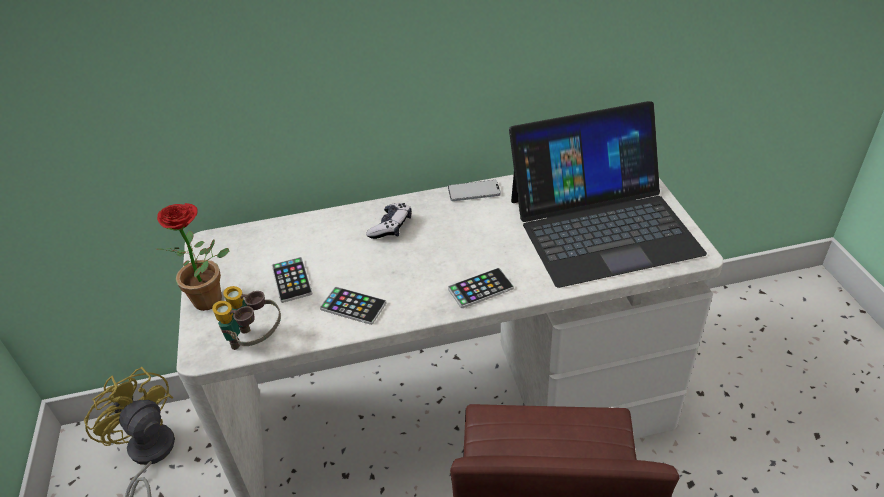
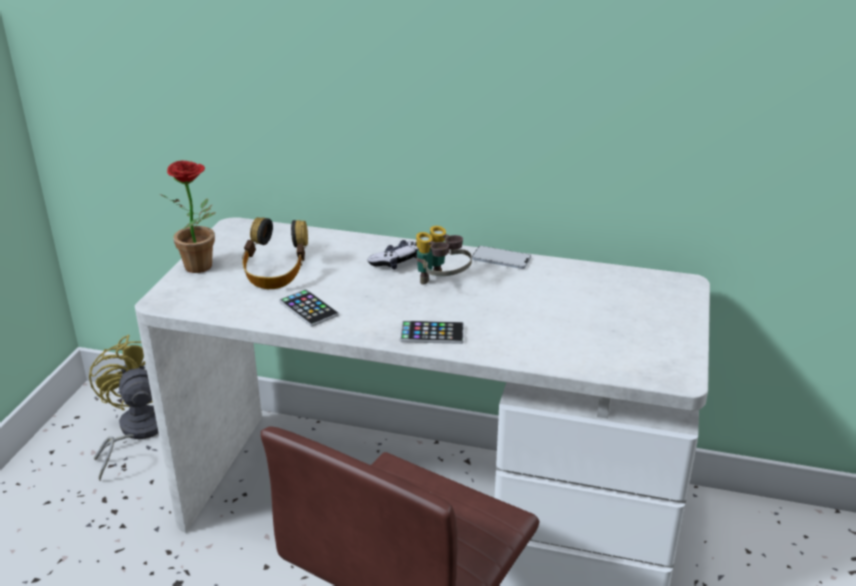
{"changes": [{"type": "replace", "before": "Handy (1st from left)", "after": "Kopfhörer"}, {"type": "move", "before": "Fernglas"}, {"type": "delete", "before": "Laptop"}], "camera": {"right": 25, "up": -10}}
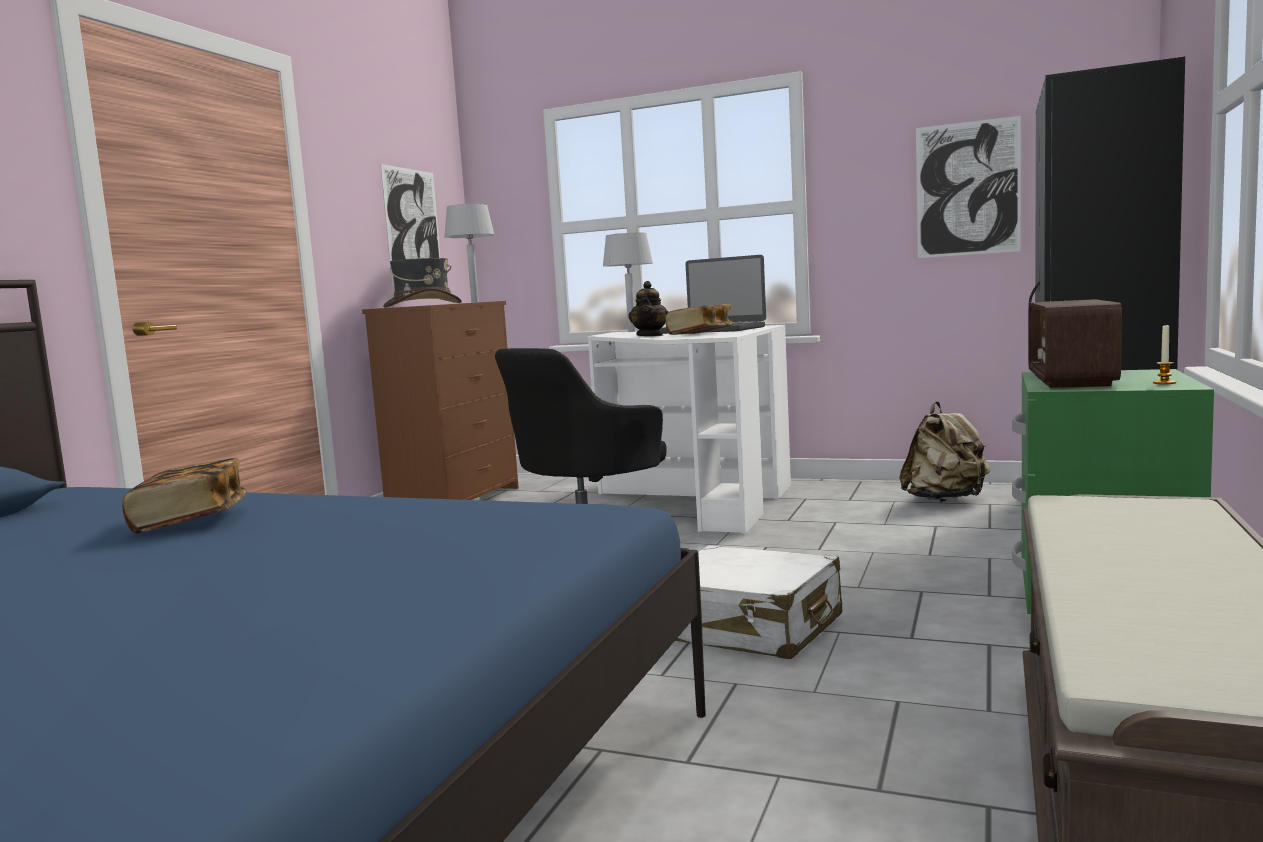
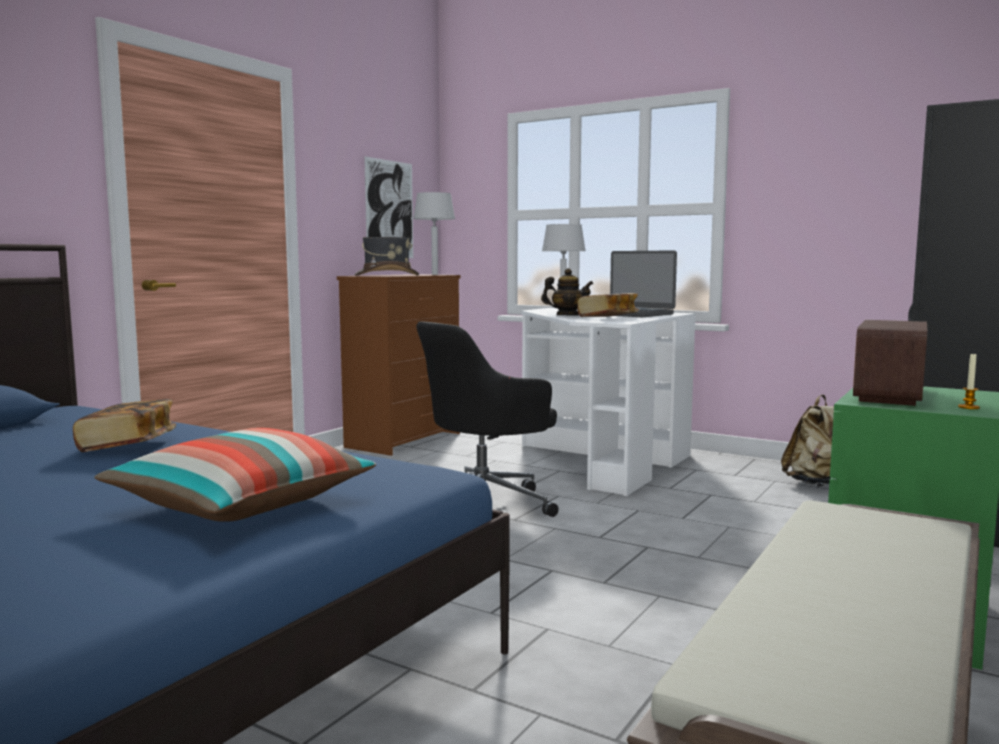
{"changes": [{"type": "insert", "after": "Kissen"}, {"type": "rotate", "before": "Teekanne", "turn": -105}, {"type": "delete", "before": "Koffer/weiß"}, {"type": "delete", "before": "Bild (2nd from left)"}], "camera": {"right": 10, "up": 0}}
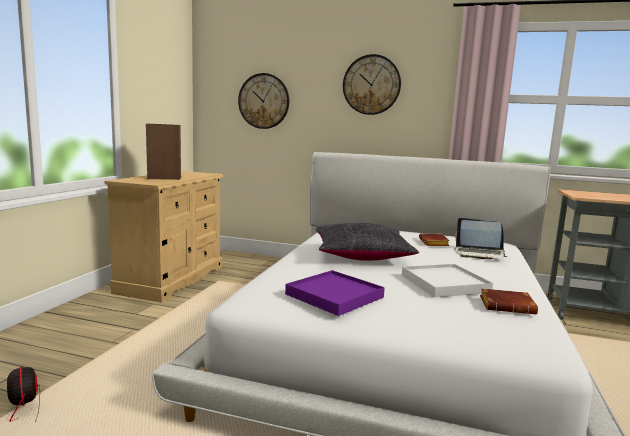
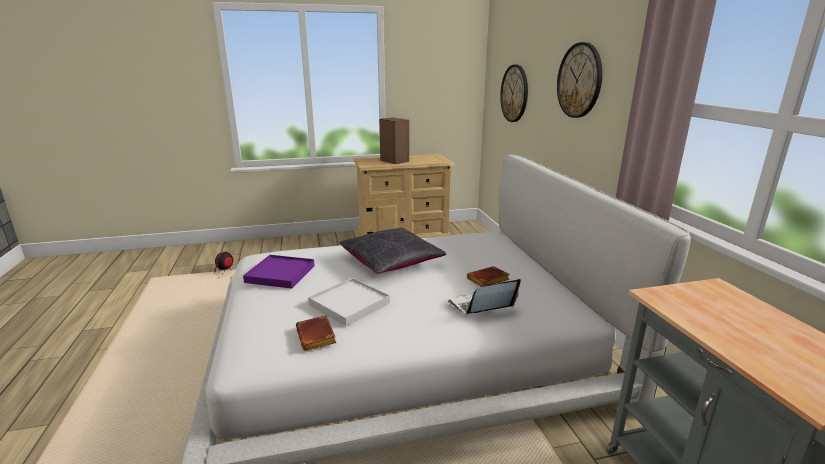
{"changes": [{"type": "rotate", "before": "Laptop", "turn": 75}], "camera": {"right": 60, "up": 10}}
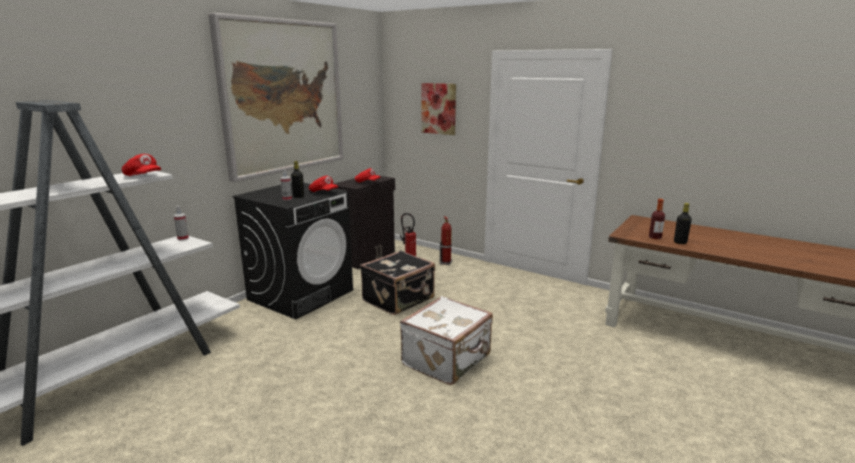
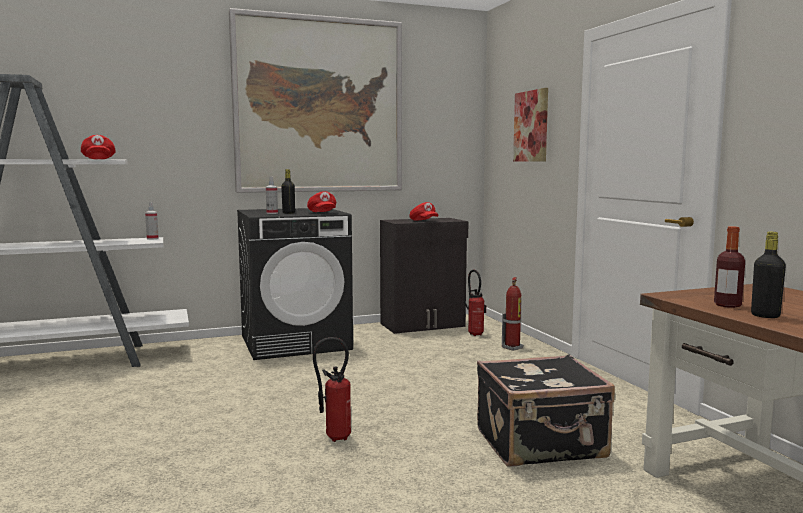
{"changes": [{"type": "replace", "before": "Koffer/weiß", "after": "Feuerlöscher (1st from left)"}, {"type": "move", "before": "Koffer/schwarz"}], "camera": {"right": 35, "up": -10}}
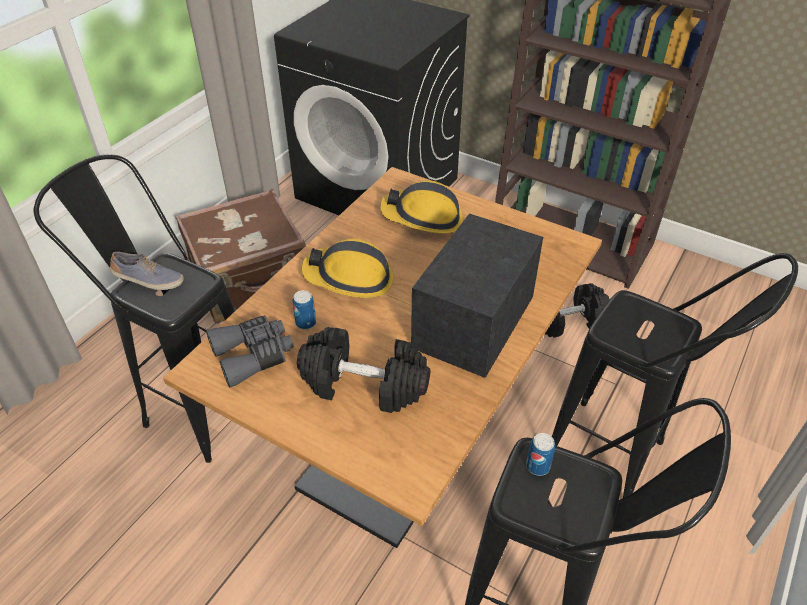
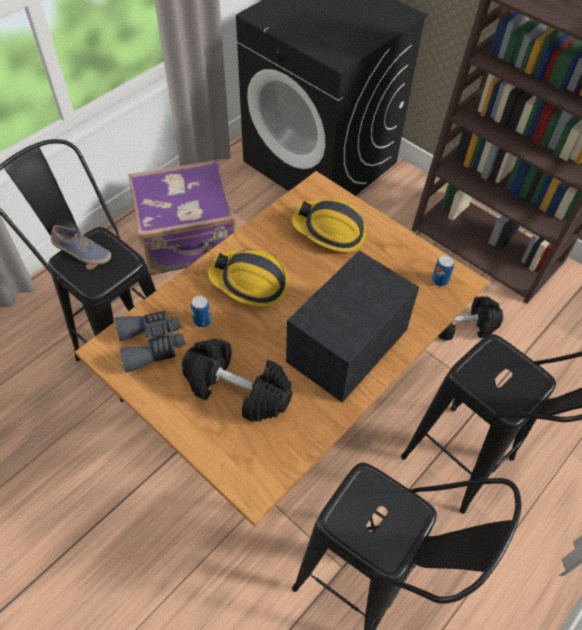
{"changes": [{"type": "recolor", "before": "Koffer/braun", "after": "Koffer/lila"}, {"type": "move", "before": "Dose (2nd from left)"}], "camera": {"right": 10, "up": 10}}
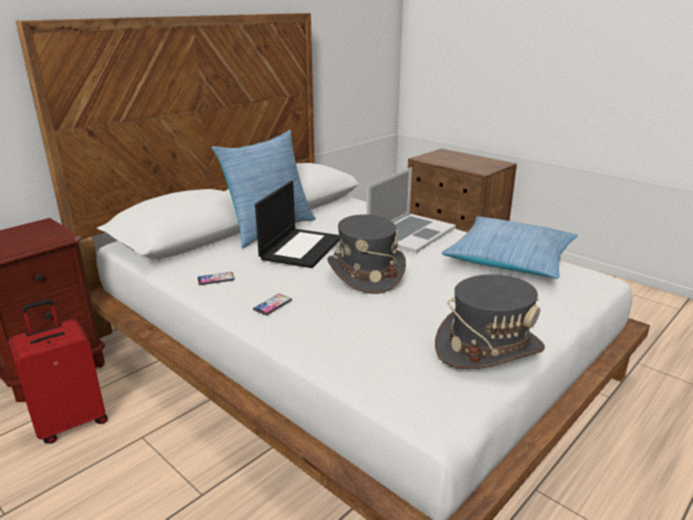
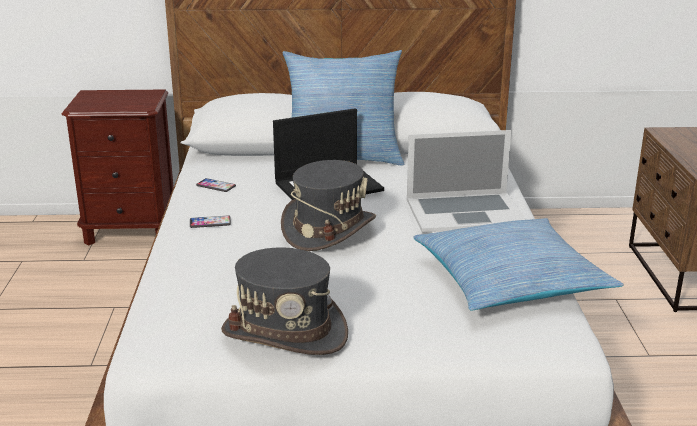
{"changes": [{"type": "delete", "before": "Koffer/rot"}], "camera": {"right": 45, "up": 0}}
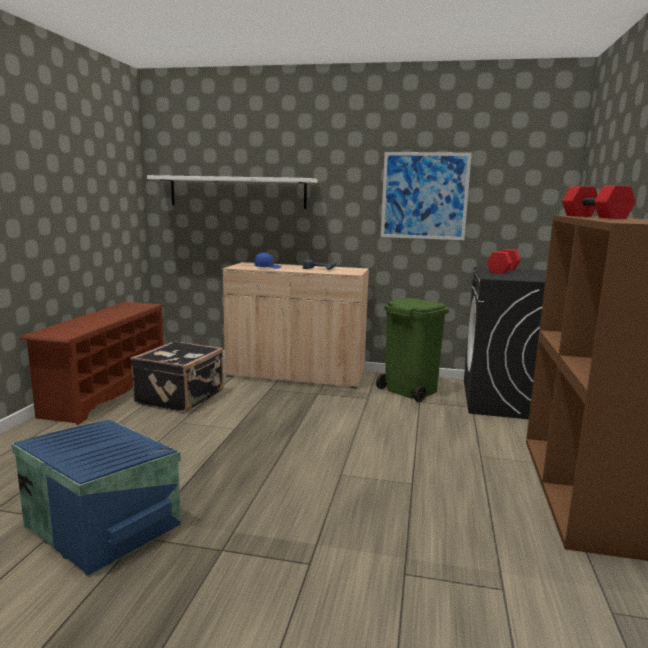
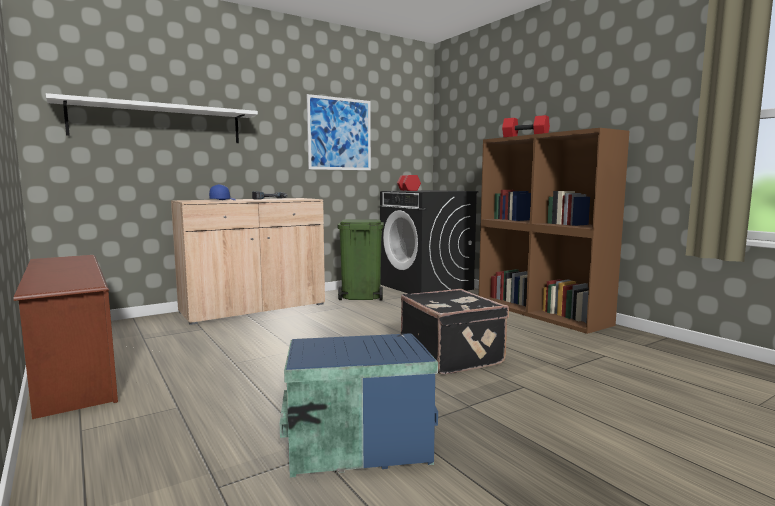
{"changes": [{"type": "move", "before": "Koffer/schwarz"}], "camera": {"right": -45, "up": -5}}
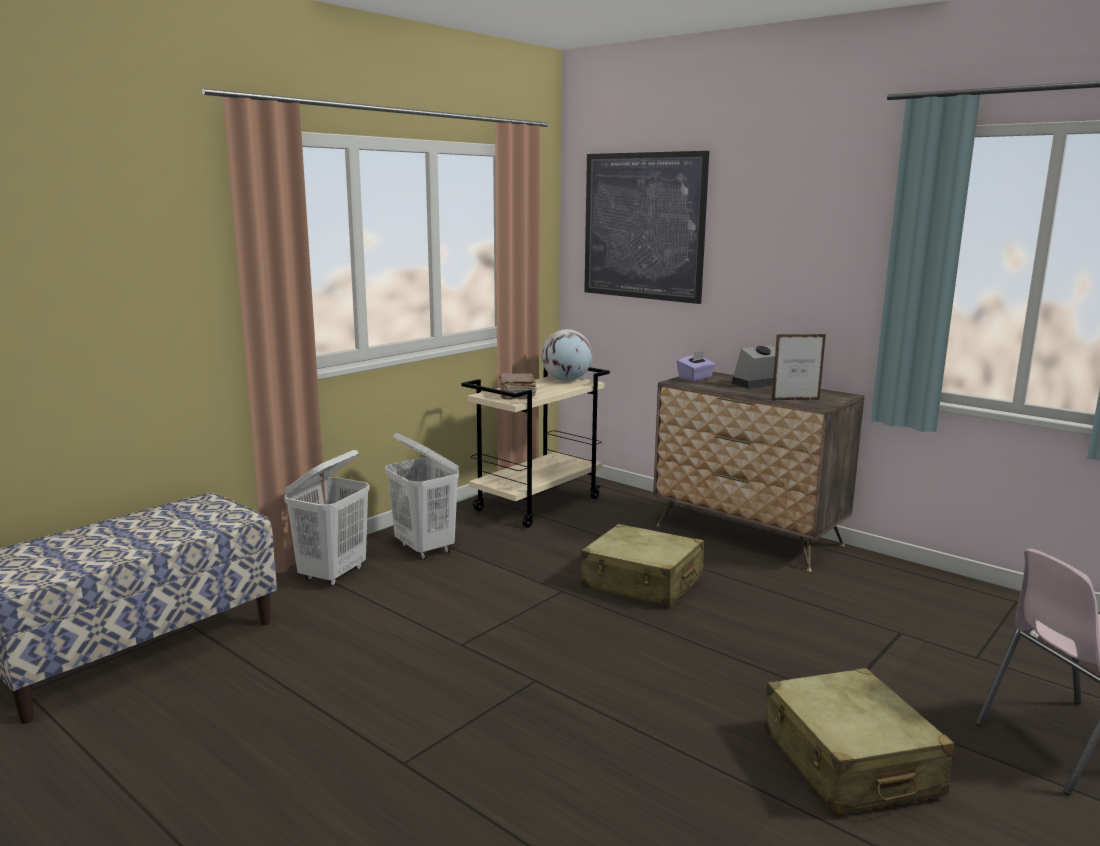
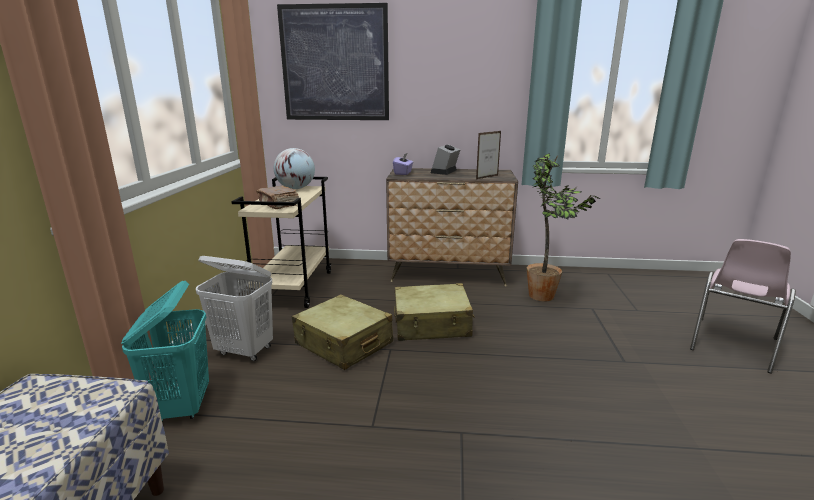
{"changes": [{"type": "recolor", "before": "Wäschekorb/weiß (1st from left)", "after": "Wäschekorb/türkis"}, {"type": "move", "before": "Koffer/beige (2nd from left in the first image)", "after": "Koffer/beige (1st from left)"}, {"type": "insert", "after": "Topfpflanze"}], "camera": {"right": -35, "up": 5}}
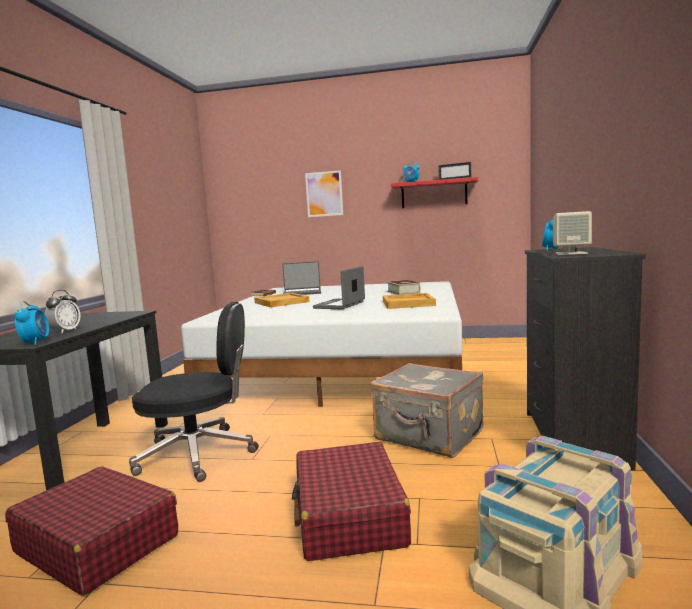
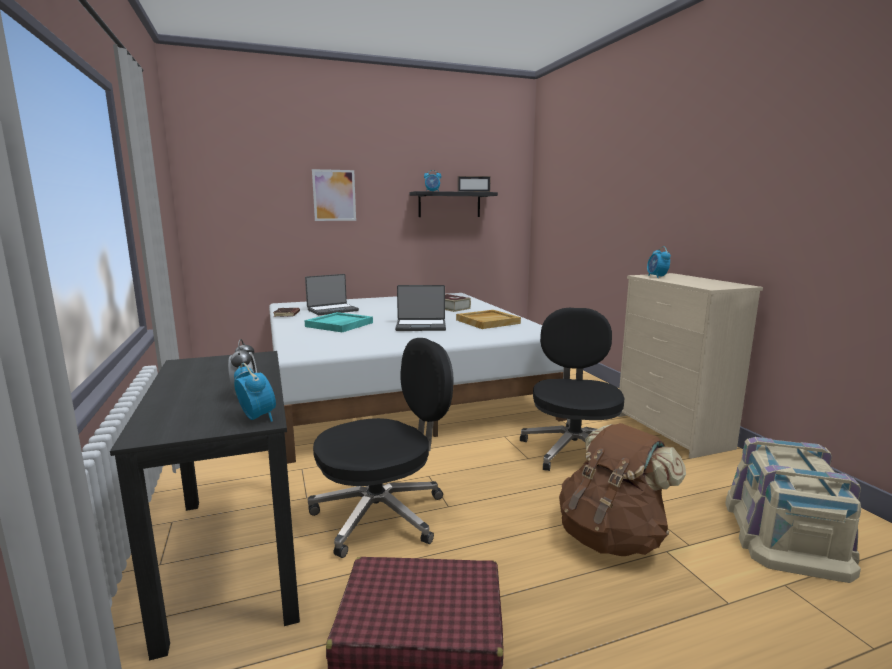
{"changes": [{"type": "recolor", "before": "Tablett/beige (1st from left)", "after": "Tablett/türkis"}, {"type": "rotate", "before": "Laptop (2nd from left)", "turn": -90}, {"type": "recolor", "before": "Wandregal/rot", "after": "Wandregal/schwarz"}, {"type": "replace", "before": "Koffer/grau", "after": "Bürostuhl/schwarz (2nd from left)"}, {"type": "replace", "before": "Koffer/rot (2nd from left)", "after": "Rucksack/braun"}, {"type": "recolor", "before": "Kommode/schwarz", "after": "Kommode/beige"}, {"type": "delete", "before": "Lautsprecher/beige"}], "camera": {"right": -30, "up": 5}}
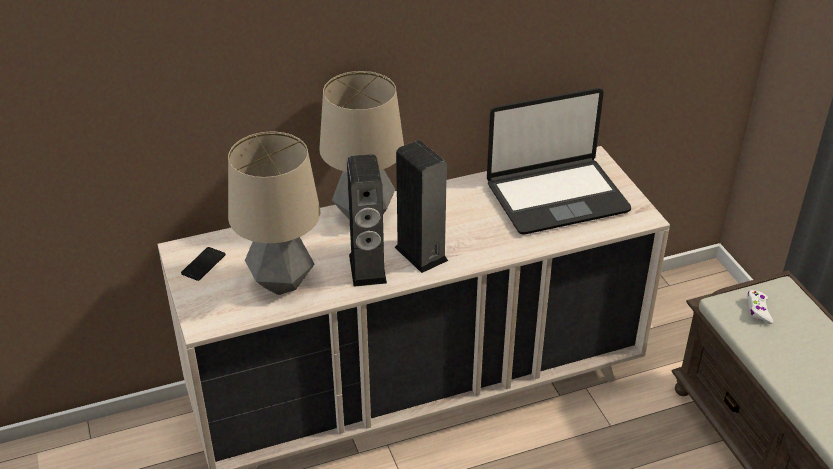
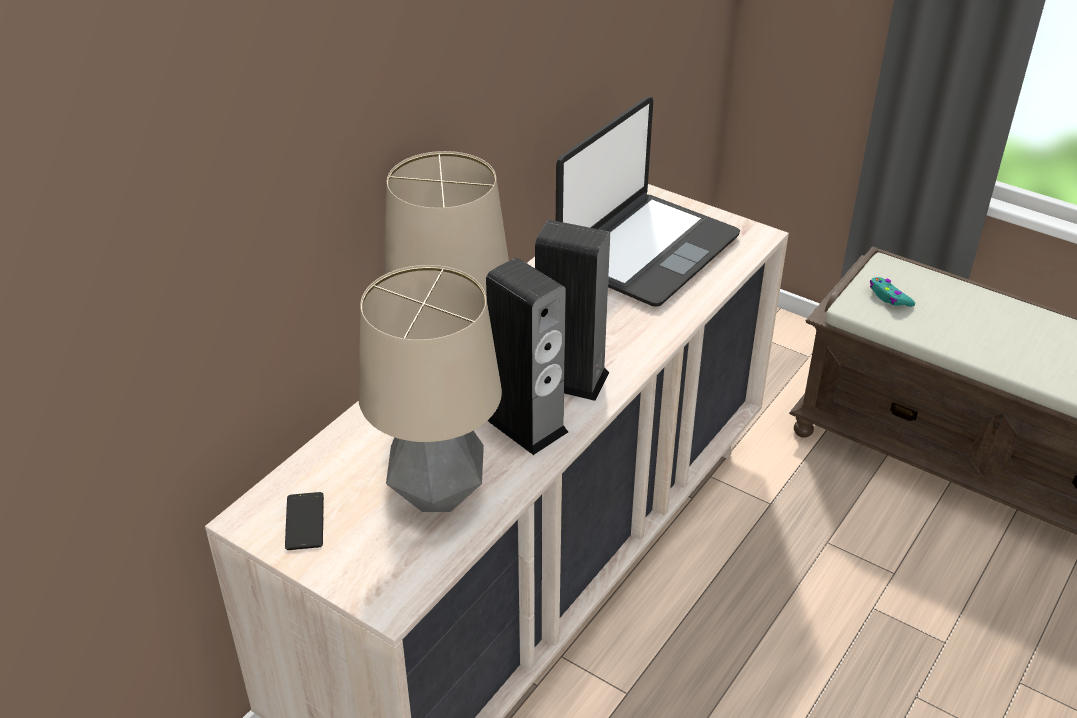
{"changes": [{"type": "recolor", "before": "Gamepad/weiß", "after": "Gamepad/türkis"}], "camera": {"right": -35, "up": 0}}
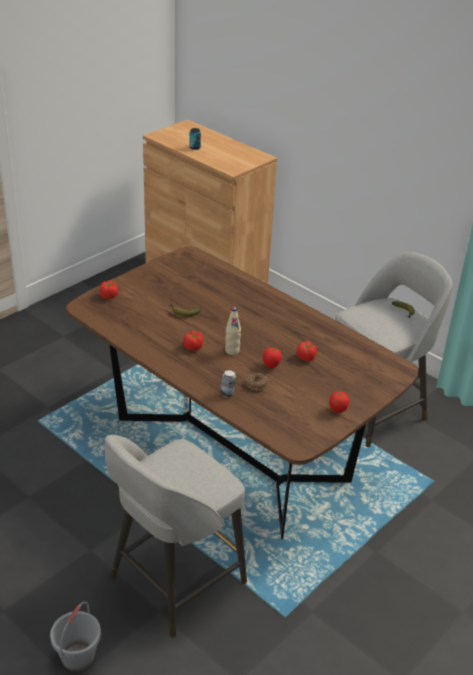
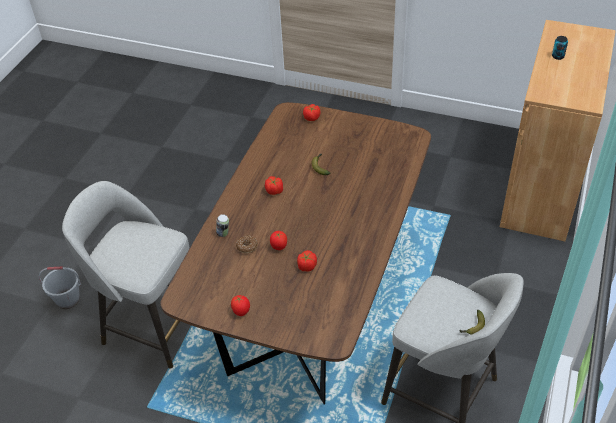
{"changes": [{"type": "delete", "before": "Flasche/beige"}], "camera": {"right": 70, "up": 10}}
